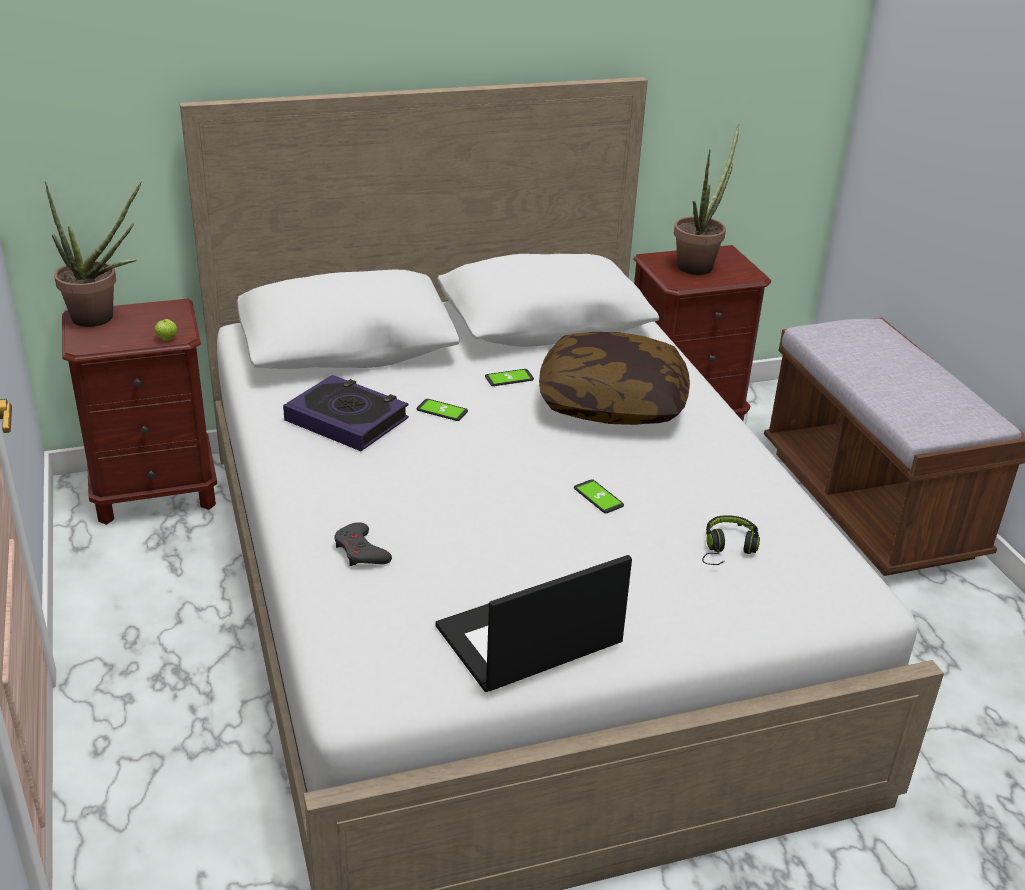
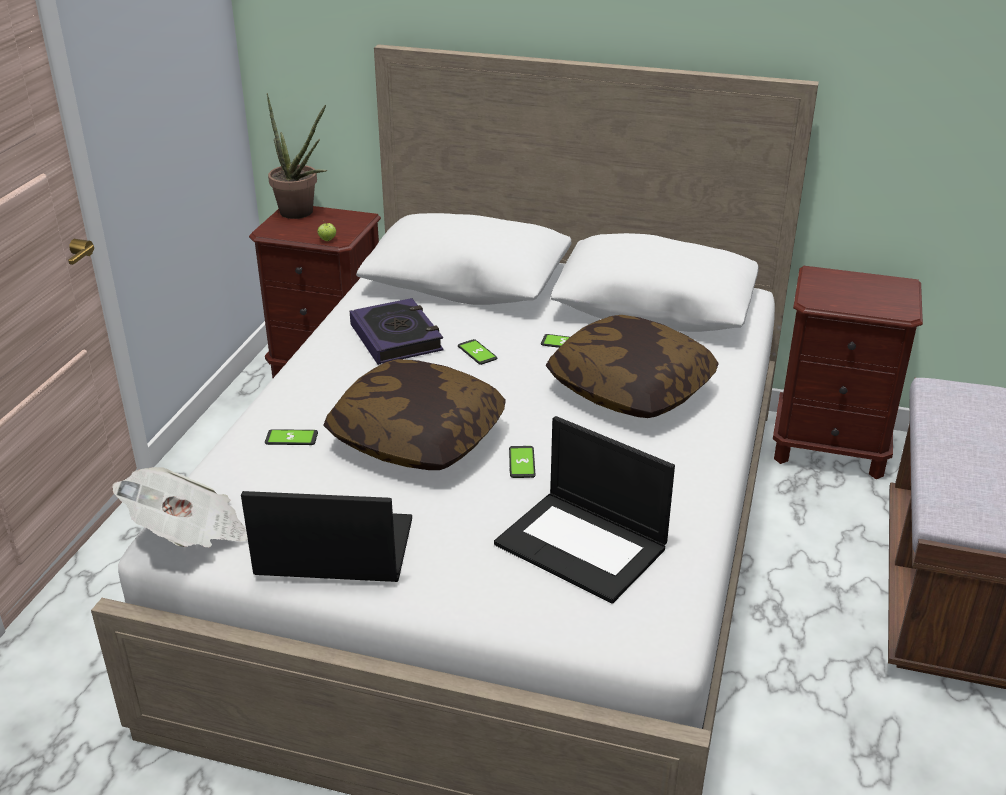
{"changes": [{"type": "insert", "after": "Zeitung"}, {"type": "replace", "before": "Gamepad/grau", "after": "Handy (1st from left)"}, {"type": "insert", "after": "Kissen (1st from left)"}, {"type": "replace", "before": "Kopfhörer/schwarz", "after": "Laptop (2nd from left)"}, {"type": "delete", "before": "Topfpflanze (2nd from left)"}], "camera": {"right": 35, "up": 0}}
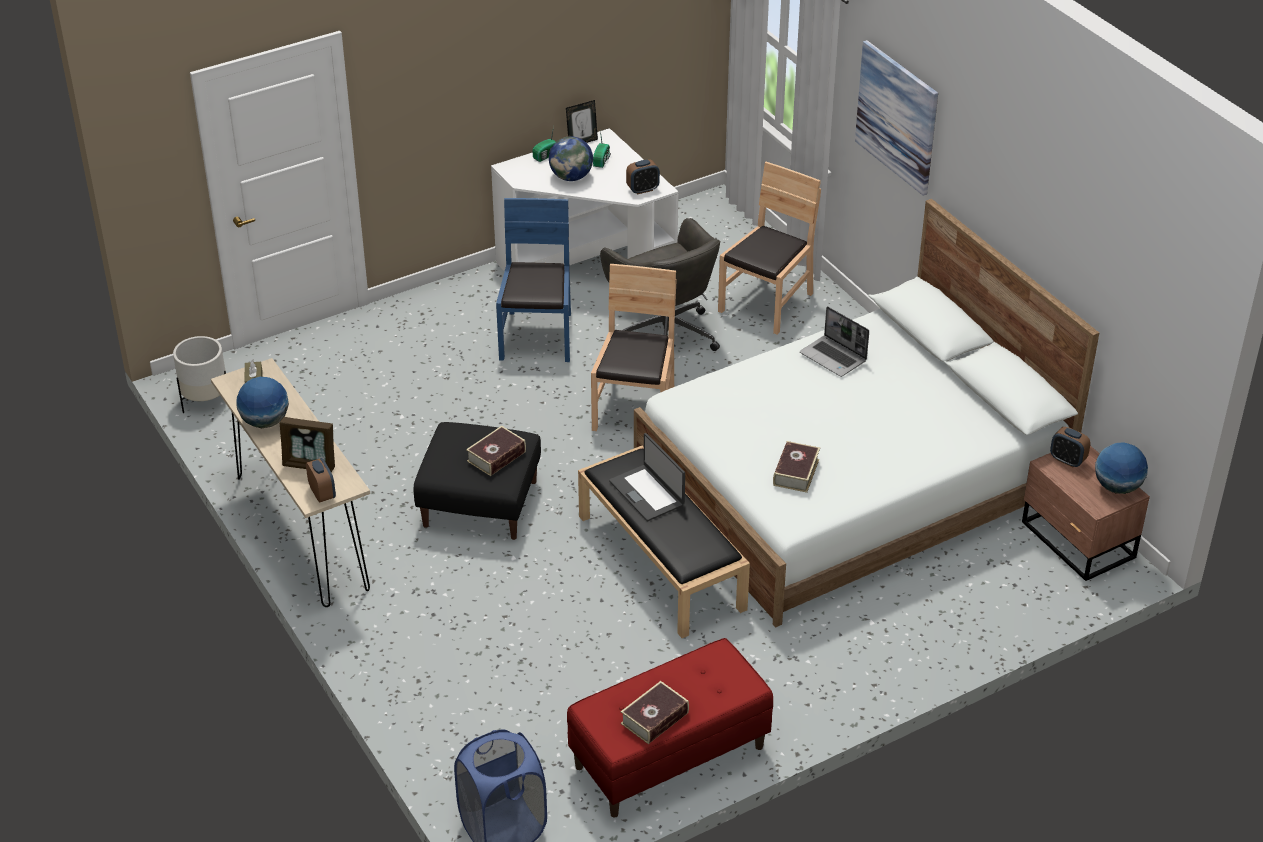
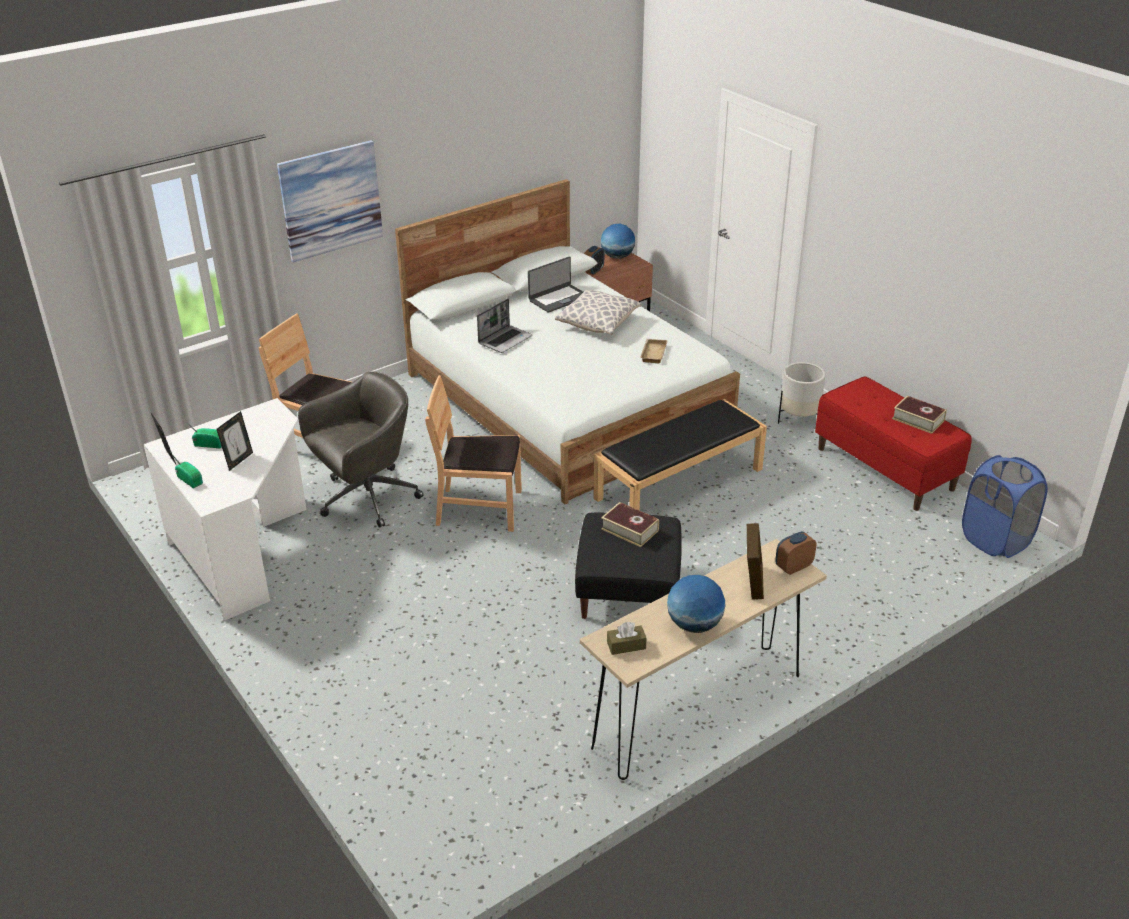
{"changes": [{"type": "replace", "before": "Globus (2nd from left)", "after": "Bilderrahmen (2nd from left)"}, {"type": "move", "before": "Laptop (1st from left in the first image)", "after": "Laptop (2nd from left)"}, {"type": "insert", "after": "Kissen"}, {"type": "replace", "before": "Buch (3rd from left)", "after": "Tablett/beige"}, {"type": "move", "before": "Pflanzkübel/weiß"}, {"type": "delete", "before": "Stuhl/blau"}, {"type": "delete", "before": "Wecker (2nd from left)"}], "camera": {"right": -95, "up": -5}}
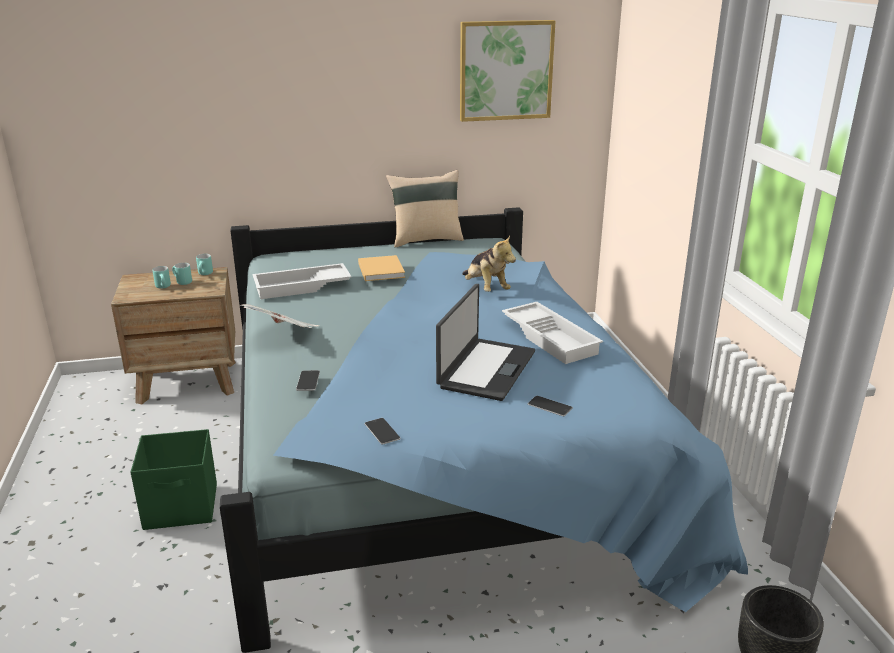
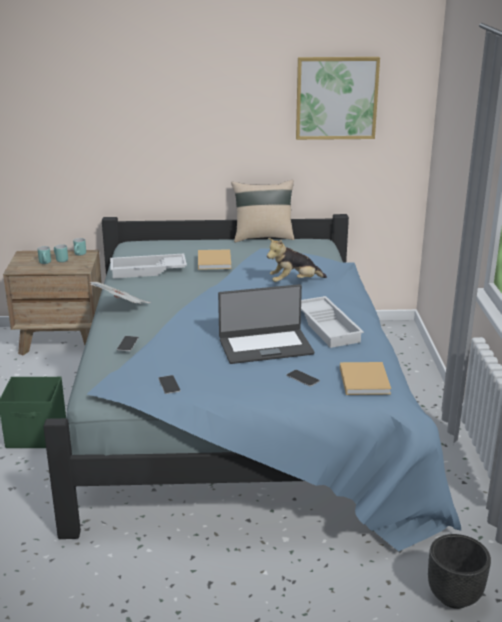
{"changes": [{"type": "rotate", "before": "Laptop", "turn": 45}, {"type": "rotate", "before": "Plüschtier", "turn": 90}, {"type": "insert", "after": "Buch/beige (2nd from left)"}], "camera": {"right": 10, "up": 0}}
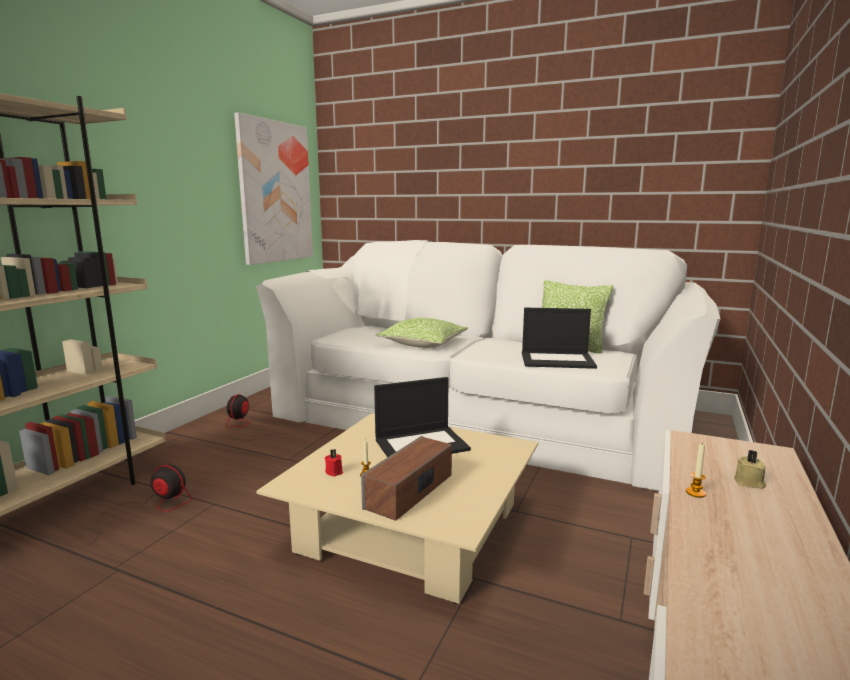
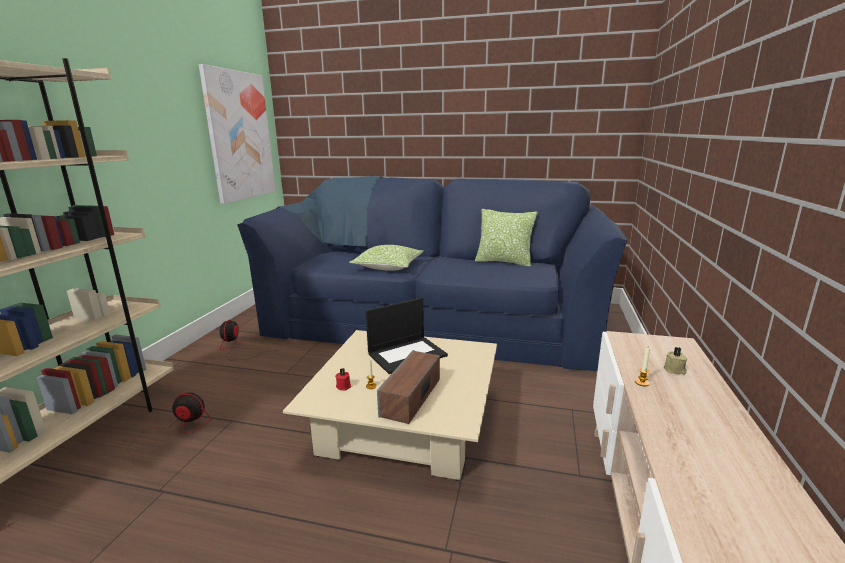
{"changes": [{"type": "recolor", "before": "Sofa/weiß", "after": "Sofa/blau"}, {"type": "delete", "before": "Laptop (2nd from left)"}], "camera": {"right": -10, "up": 5}}
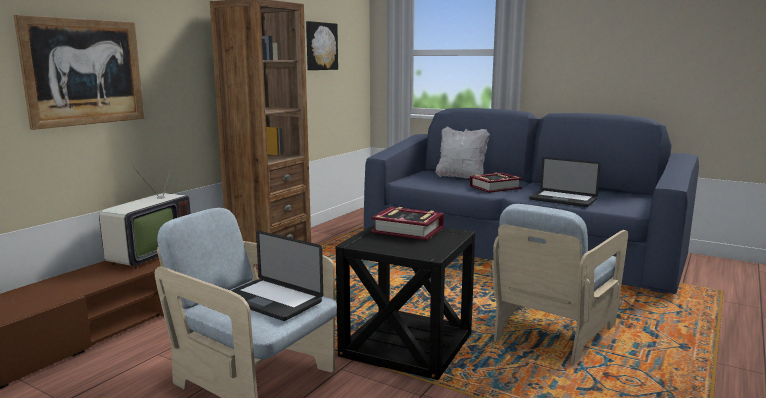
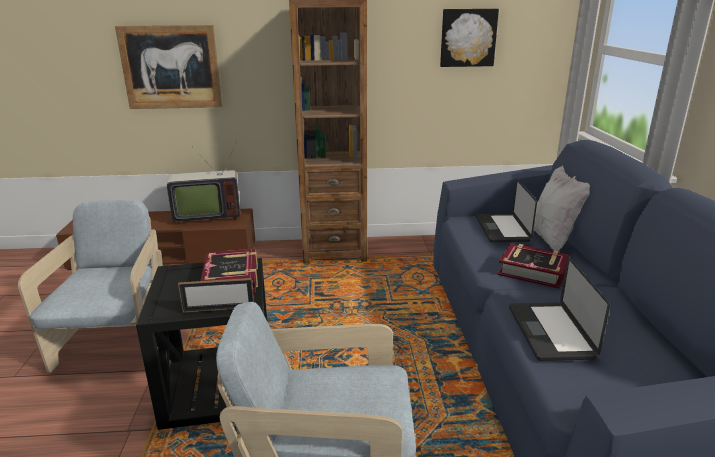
{"changes": [{"type": "insert", "after": "Bilderrahmen"}, {"type": "move", "before": "Laptop (1st from left)"}], "camera": {"right": 55, "up": 10}}
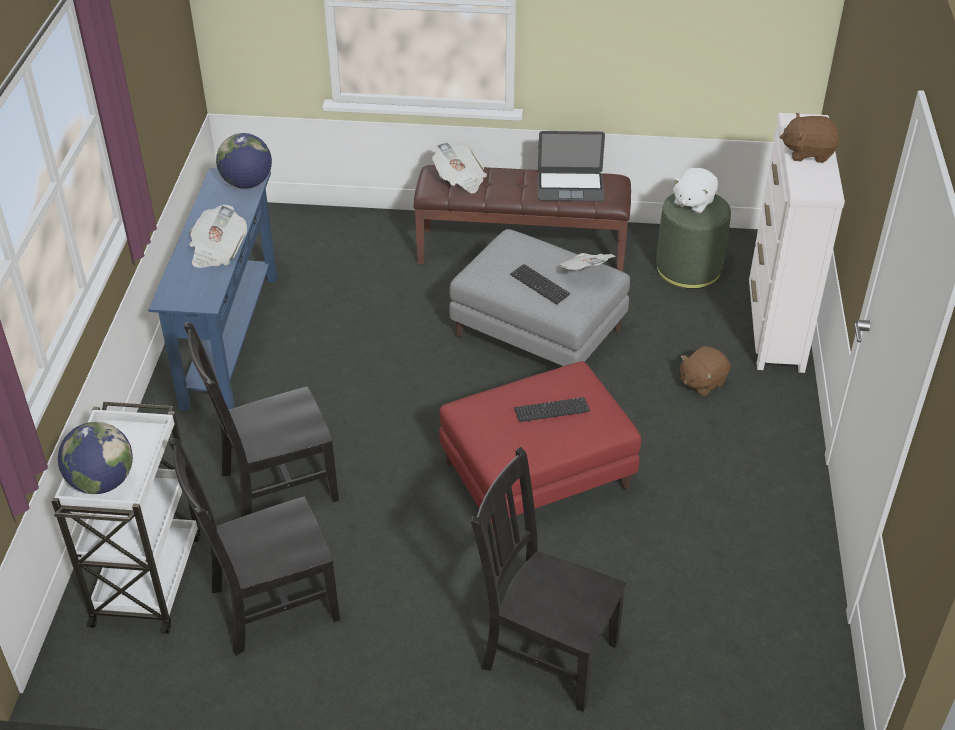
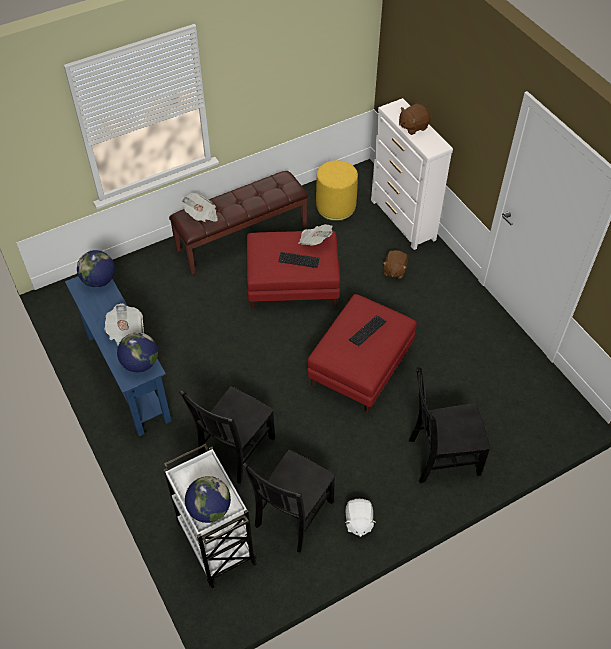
{"changes": [{"type": "insert", "after": "Globus (2nd from left)"}, {"type": "recolor", "before": "Polsterhocker/grau", "after": "Polsterhocker/rot (1st from left)"}, {"type": "recolor", "before": "Polsterhocker/grün", "after": "Polsterhocker/gelb"}, {"type": "move", "before": "Plüschtier/weiß"}, {"type": "delete", "before": "Laptop"}], "camera": {"right": -35, "up": 10}}
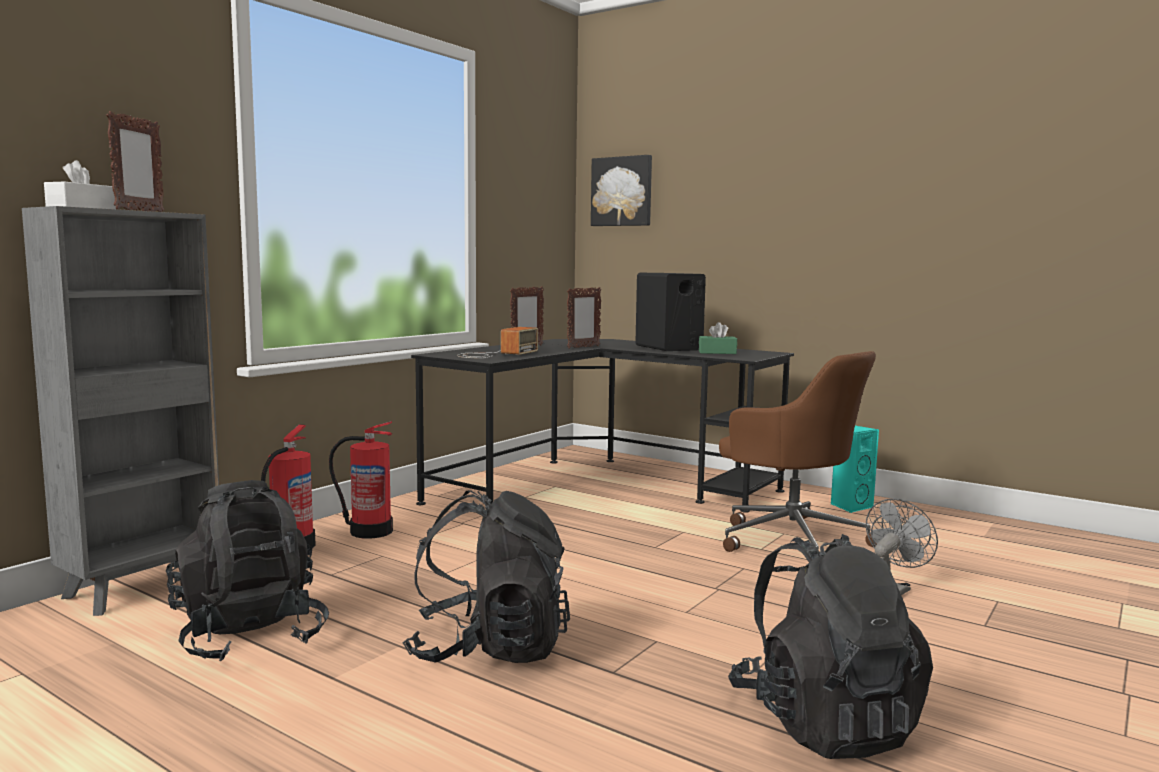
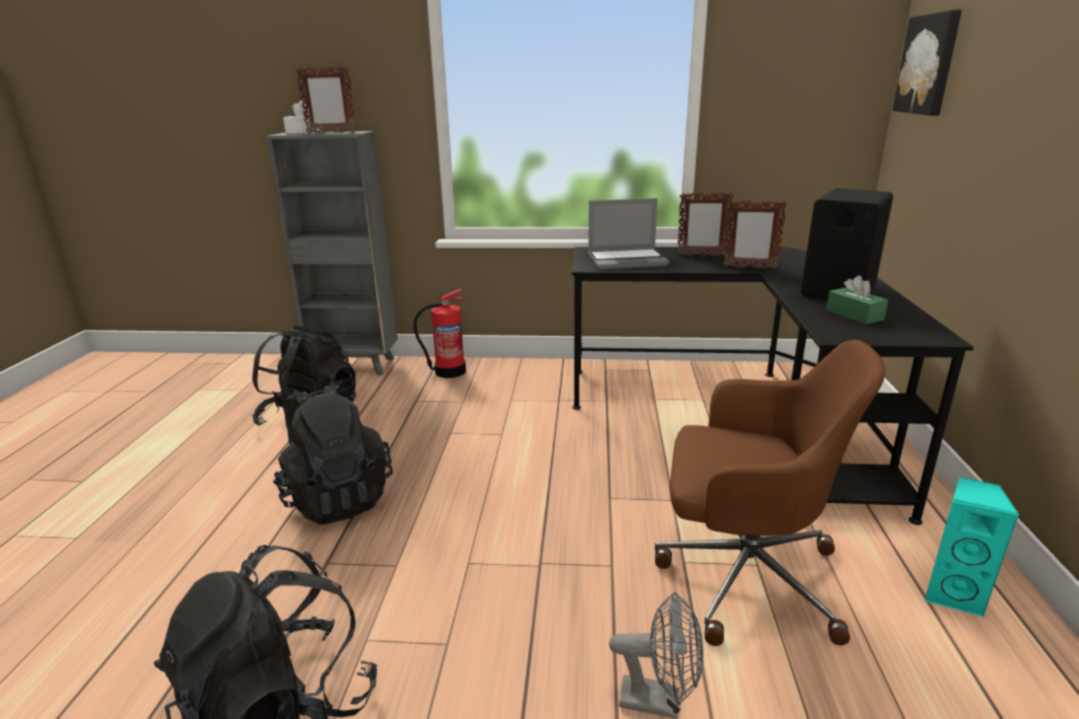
{"changes": [{"type": "replace", "before": "Radio", "after": "Laptop"}, {"type": "rotate", "before": "Bürostuhl/braun", "turn": -90}, {"type": "delete", "before": "Feuerlöscher (2nd from left)"}], "camera": {"right": 60, "up": 15}}
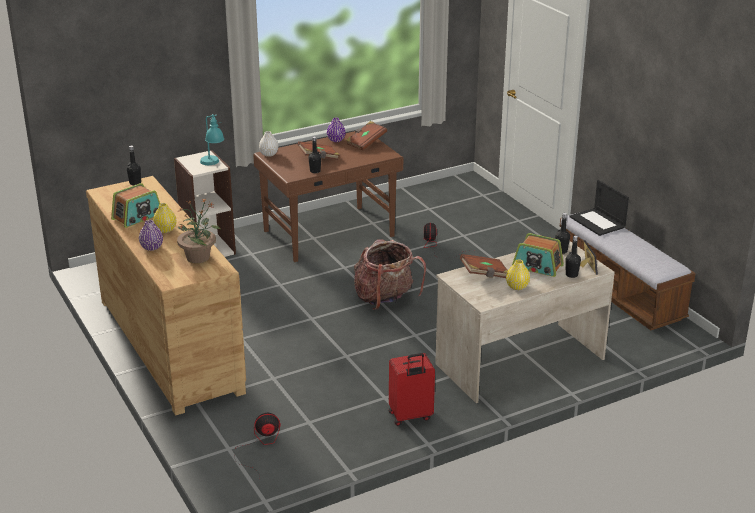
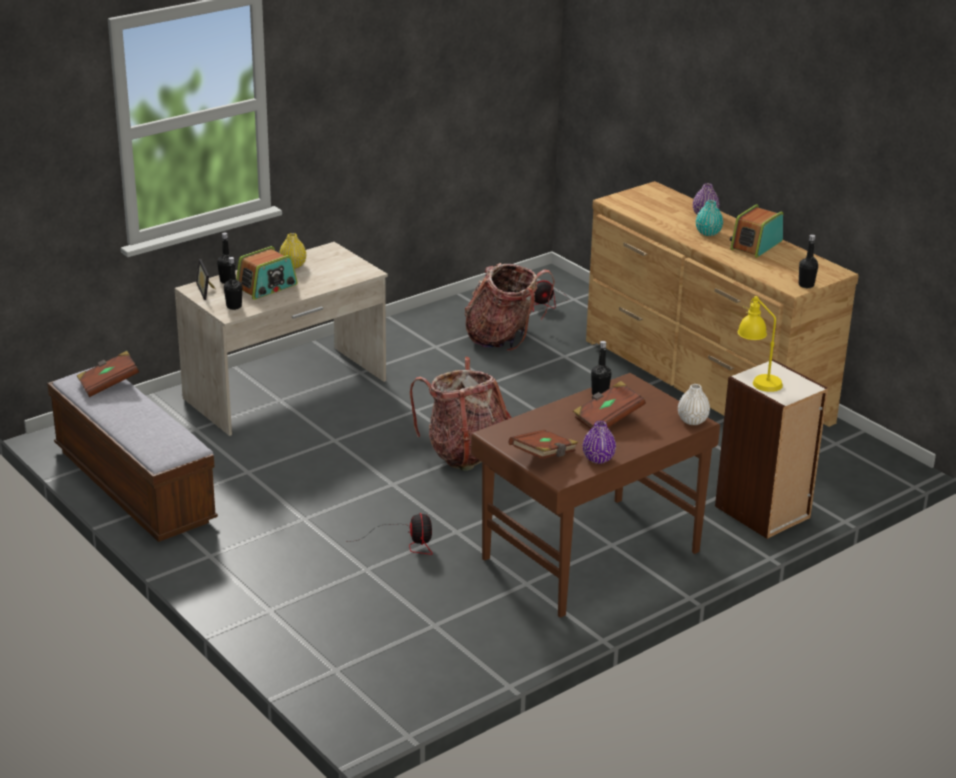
{"changes": [{"type": "move", "before": "Buch/braun (3rd from left in the first image)", "after": "Buch/braun (1st from left)"}, {"type": "rotate", "before": "Radio (2nd from left in the first image)", "turn": 120}, {"type": "insert", "after": "Rucksack (2nd from left)"}, {"type": "recolor", "before": "Vase/gelb (1st from left)", "after": "Vase/türkis"}, {"type": "recolor", "before": "Tischlampe/türkis", "after": "Tischlampe/gelb"}, {"type": "delete", "before": "Topfpflanze"}, {"type": "delete", "before": "Koffer/rot"}, {"type": "delete", "before": "Laptop"}], "camera": {"right": 170, "up": 0}}
